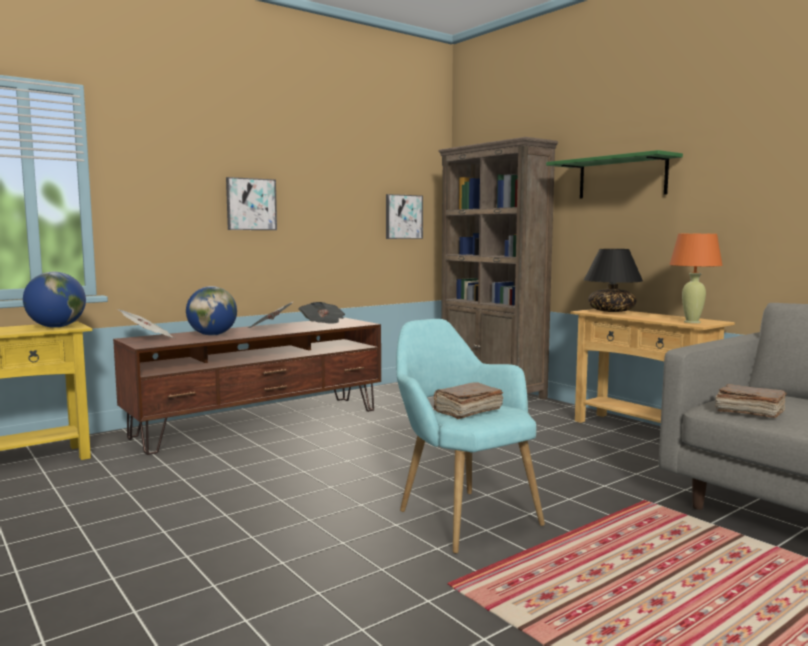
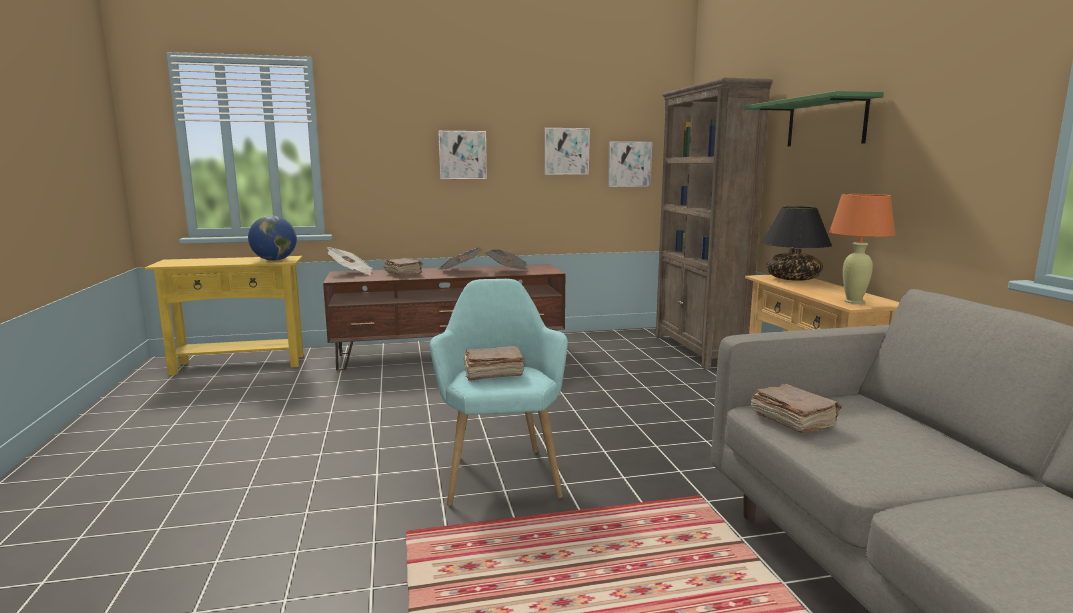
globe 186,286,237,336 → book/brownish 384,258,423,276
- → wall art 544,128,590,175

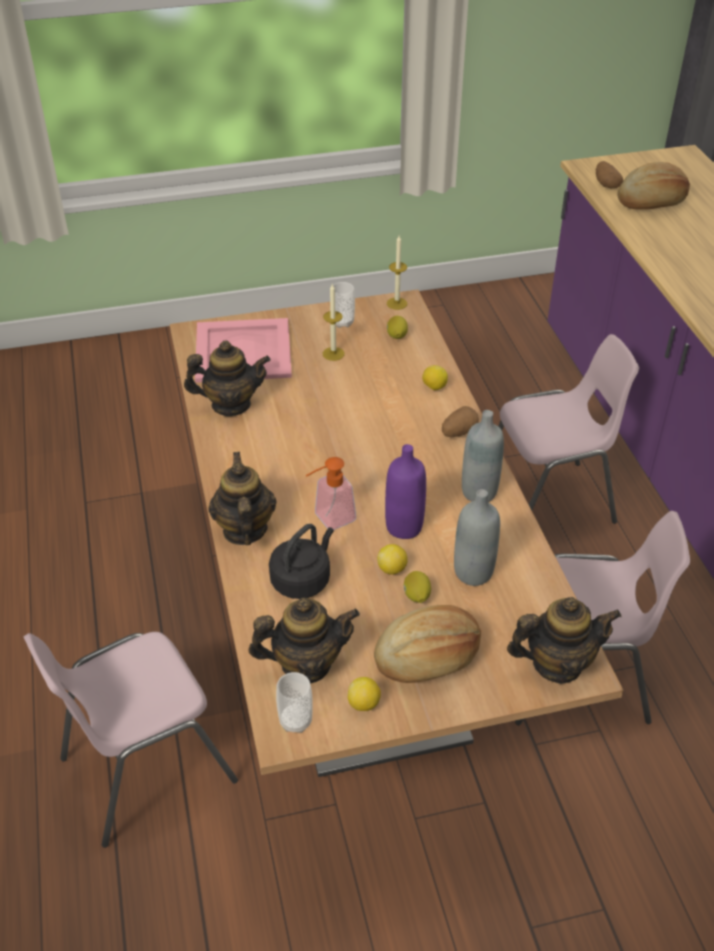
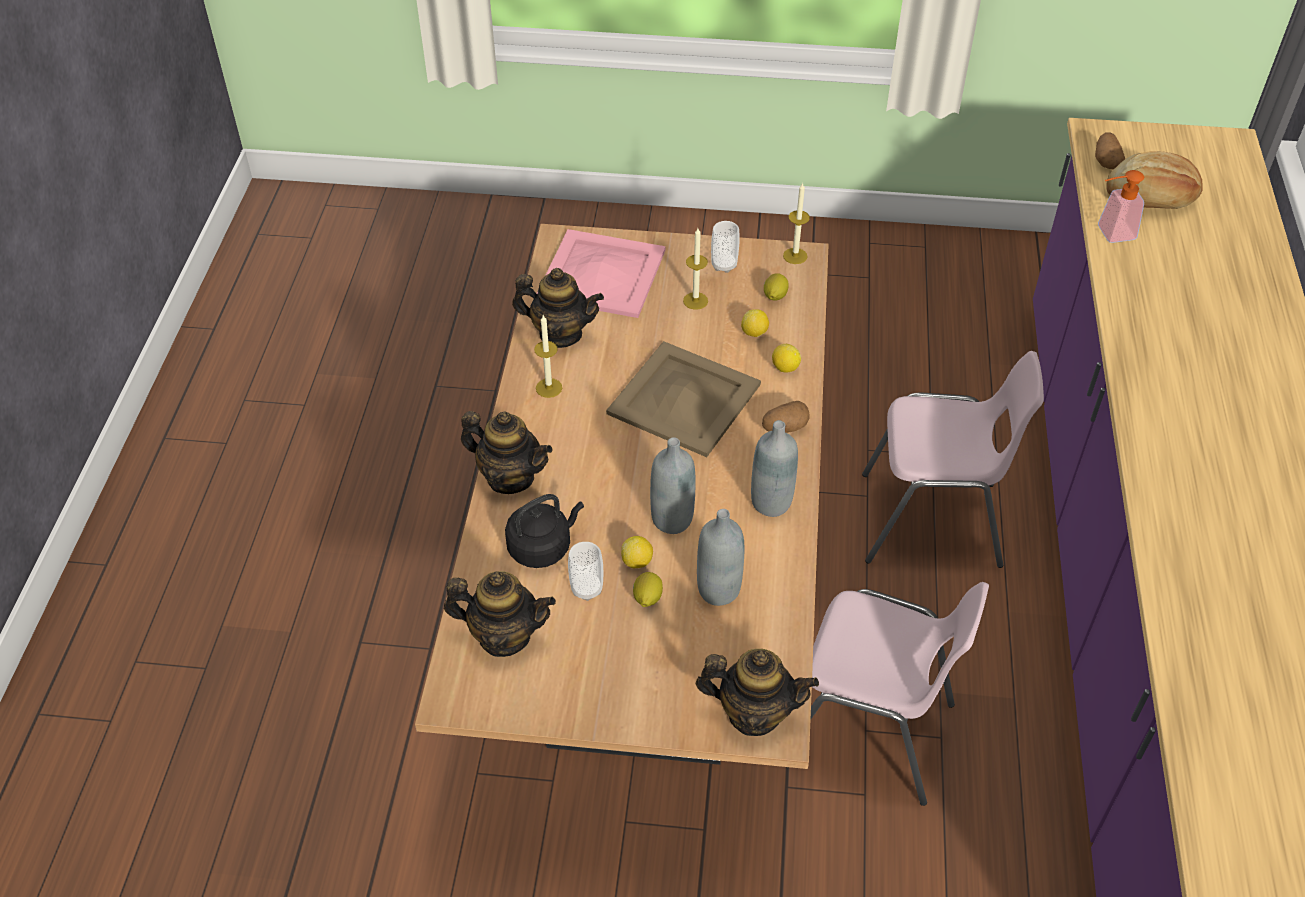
plain chair/pink 24,632,238,848 → -
tea pot 208,452,277,545 → tea pot 461,411,552,494, 105 degrees clockwise
cup 276,672,313,733 → cup 568,542,603,601, move
liquid soap bottle 305,457,356,530 → liquid soap bottle 1098,170,1144,243, move
lemon 348,677,381,711 → lemon 741,309,769,337, move
bread 374,605,481,683 → -
bottle/purple 385,444,426,539 → bottle/greyish 650,437,696,534
- → wax candle 534,315,562,398
- → carrying tray/beige-coloured 606,341,761,457

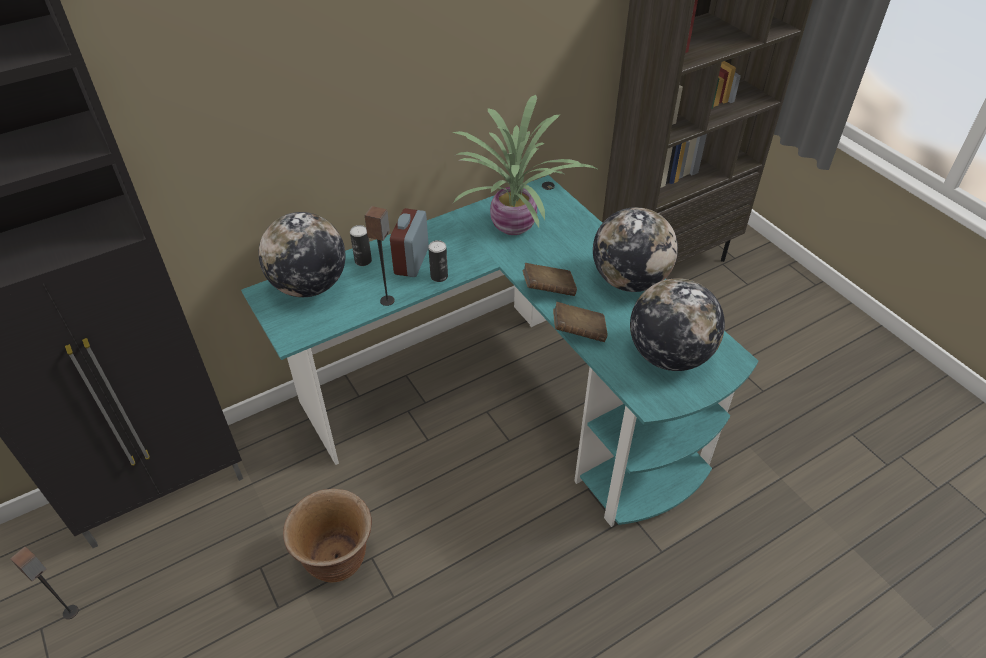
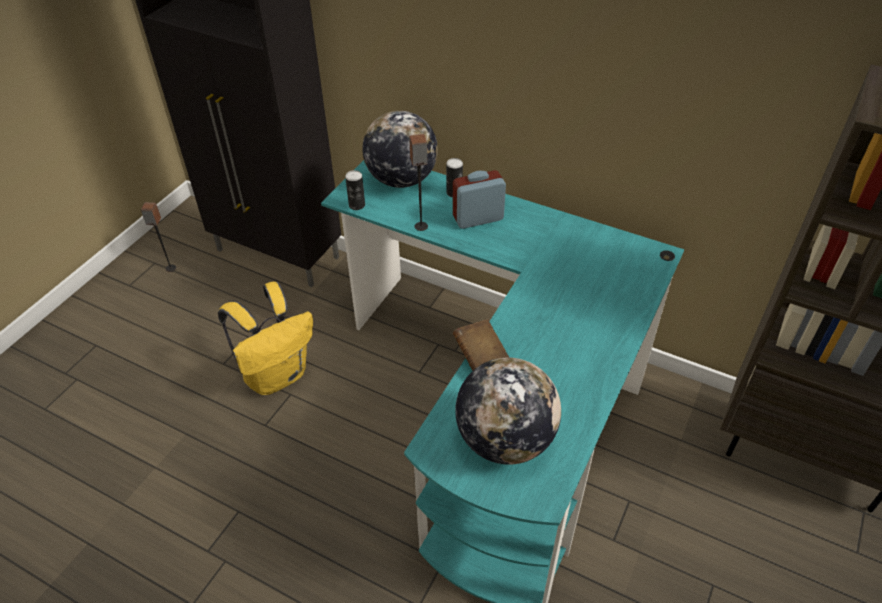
plant pot/brownish 283,489,372,582 → knapsack/yellow 218,282,313,395
metal can 428,240,448,282 → metal can 345,170,365,210, move
houseplant 452,95,599,235 → -
book/brownish 522,263,577,296 → -
globe 593,207,678,292 → -

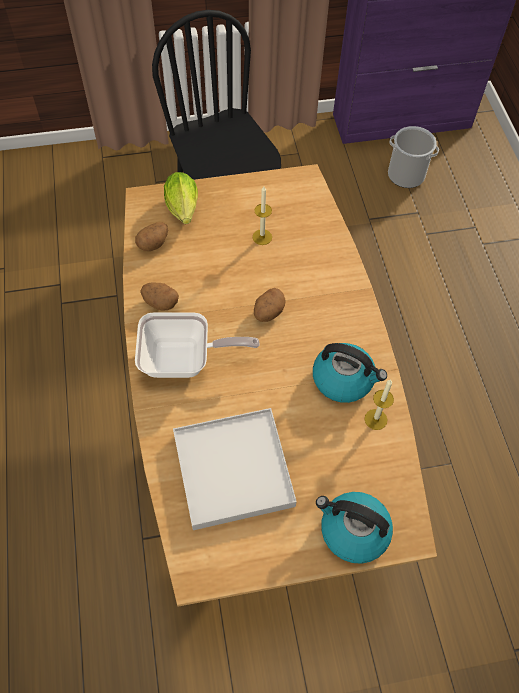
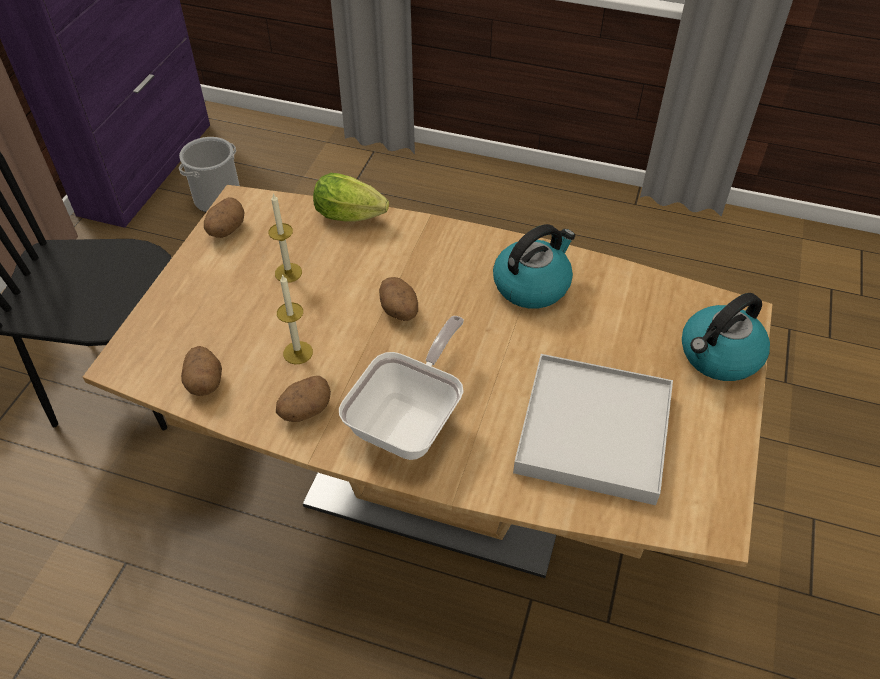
lettuce 164,172,198,224 → lettuce 313,173,389,222, move
wax candle 365,380,394,430 → wax candle 277,274,313,364, move
- → potato 204,197,245,238

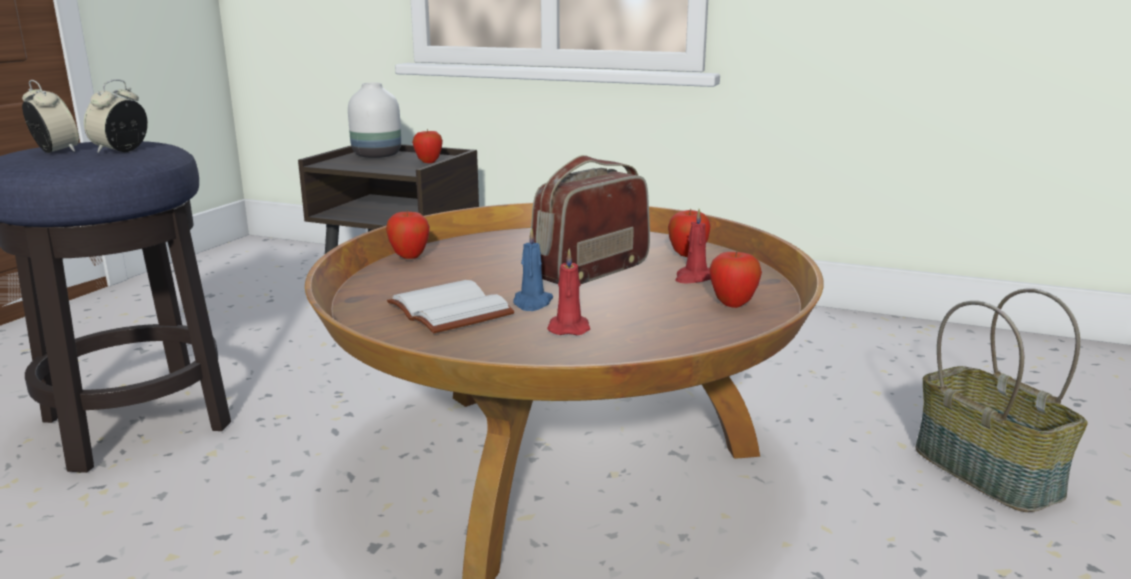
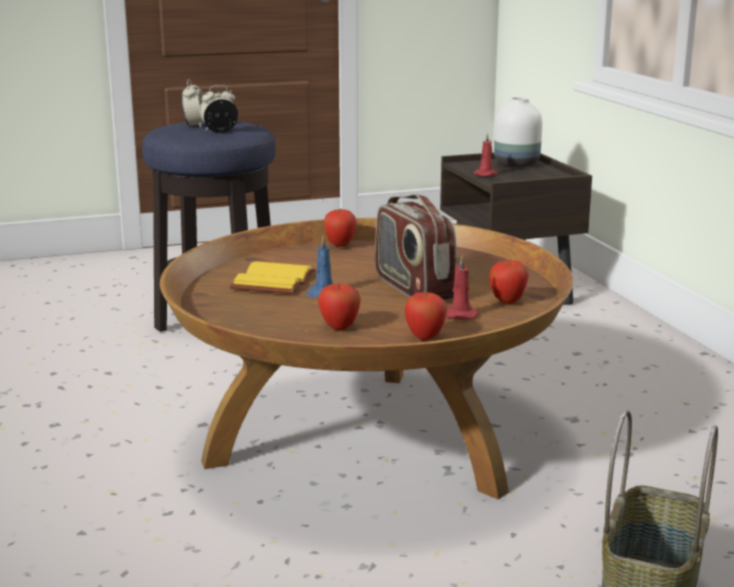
book/white-coloured 387,280,515,334 → book/yellow 230,261,315,294
apple fruit 412,129,443,163 → apple fruit 318,283,361,331, move
radio receiver 531,155,650,285 → radio receiver 375,194,457,300, 120 degrees counterclockwise
wax candle/reddish 547,249,590,335 → wax candle/reddish 474,133,497,177, move

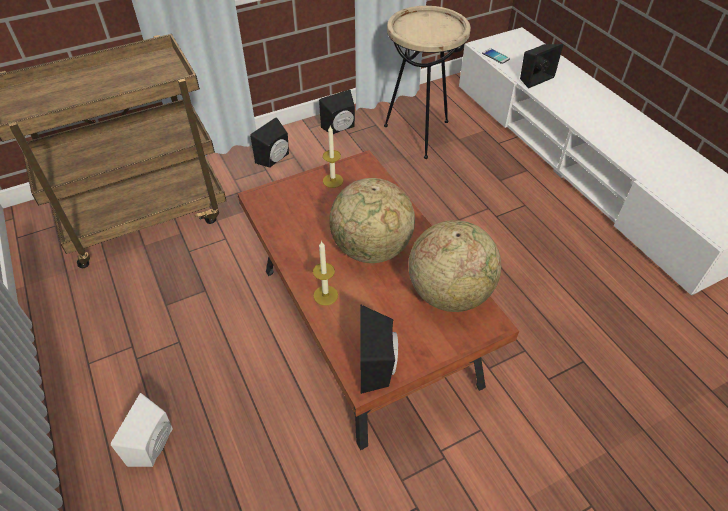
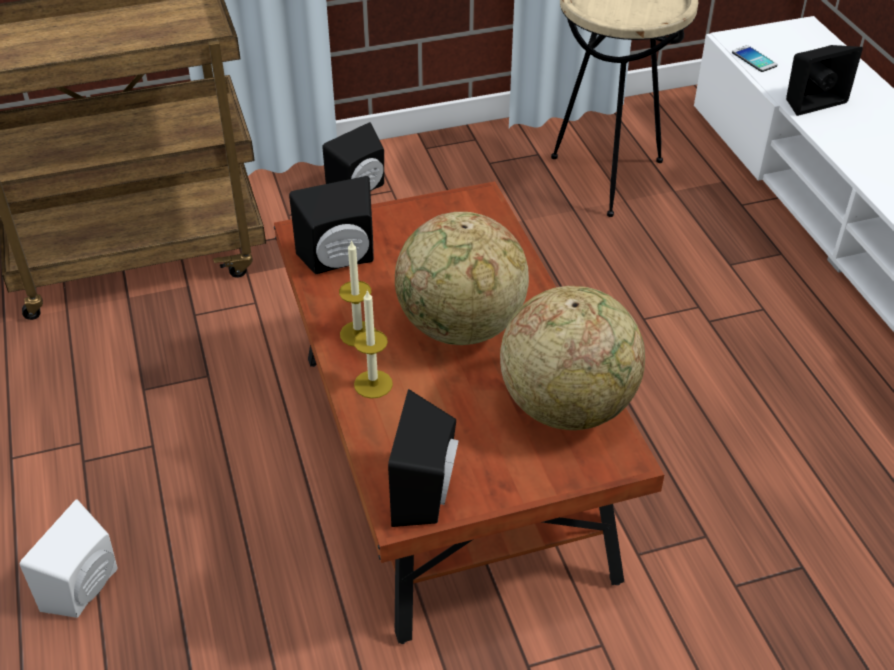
speaker/black 319,90,355,134 → speaker/black 289,176,374,274, move
wax candle 323,126,343,188 → wax candle 339,240,376,347, move

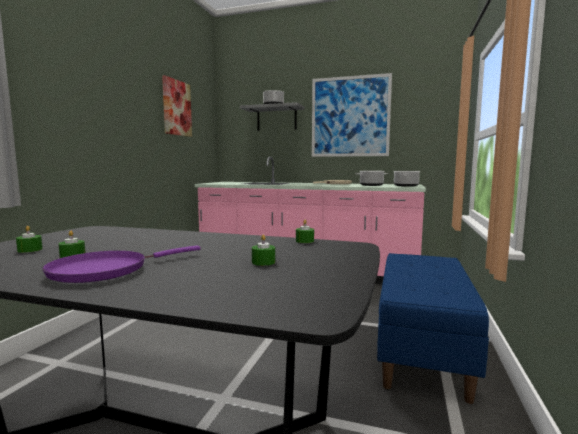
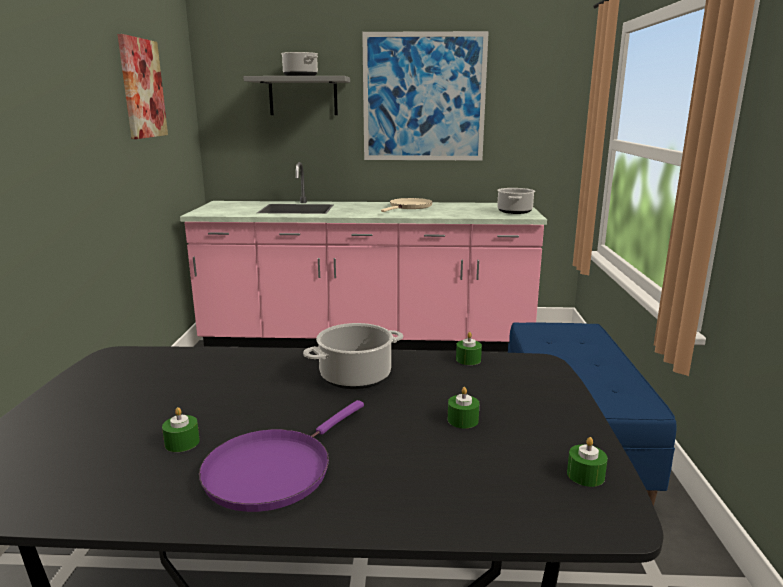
wax candle/green-coloured 16,226,43,253 → wax candle/green-coloured 567,437,608,487, move
cooking pot 355,171,388,186 → cooking pot 303,323,403,389, move

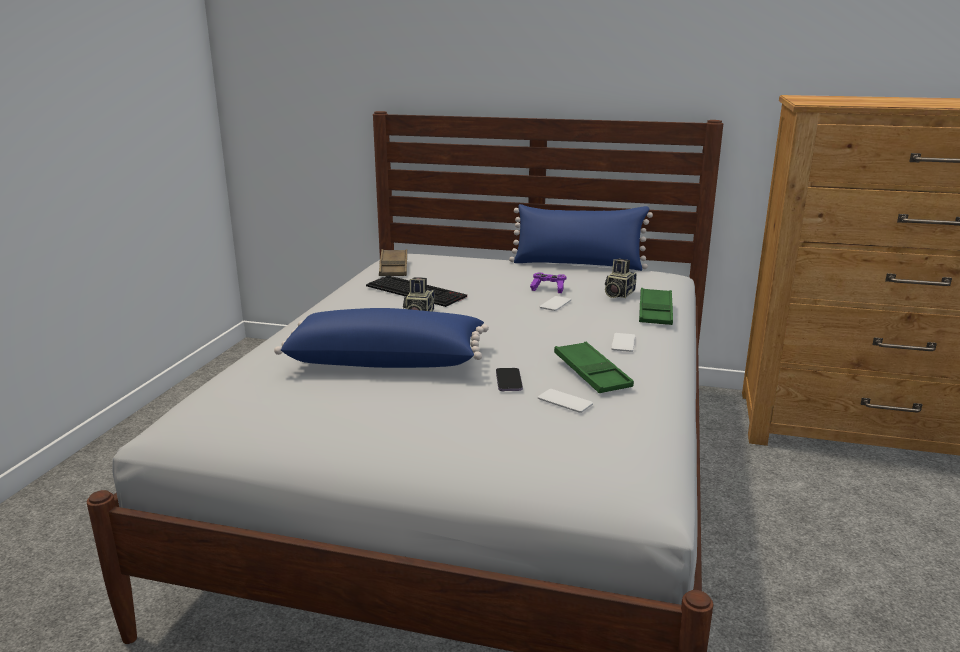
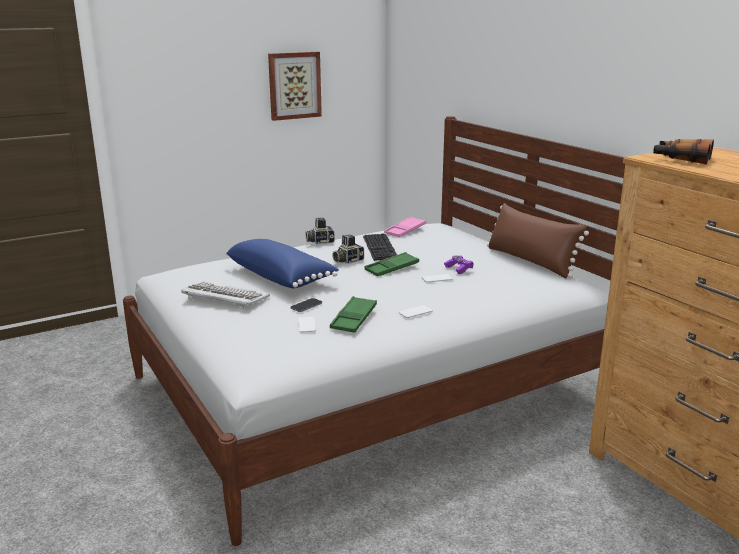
carrying tray/brownish 379,249,407,276 → carrying tray/pink 384,217,426,237
throw pillow/bluish 509,204,653,271 → throw pillow/brownish 487,203,589,279
photo camera 605,259,637,298 → photo camera 306,217,335,244, move
carrying tray/green-coloured 639,288,673,325 → carrying tray/green-coloured 365,252,419,276, move
- → keyboard 181,282,270,309
- → wall art 268,52,322,121
- → pair of binoculars 653,139,714,165

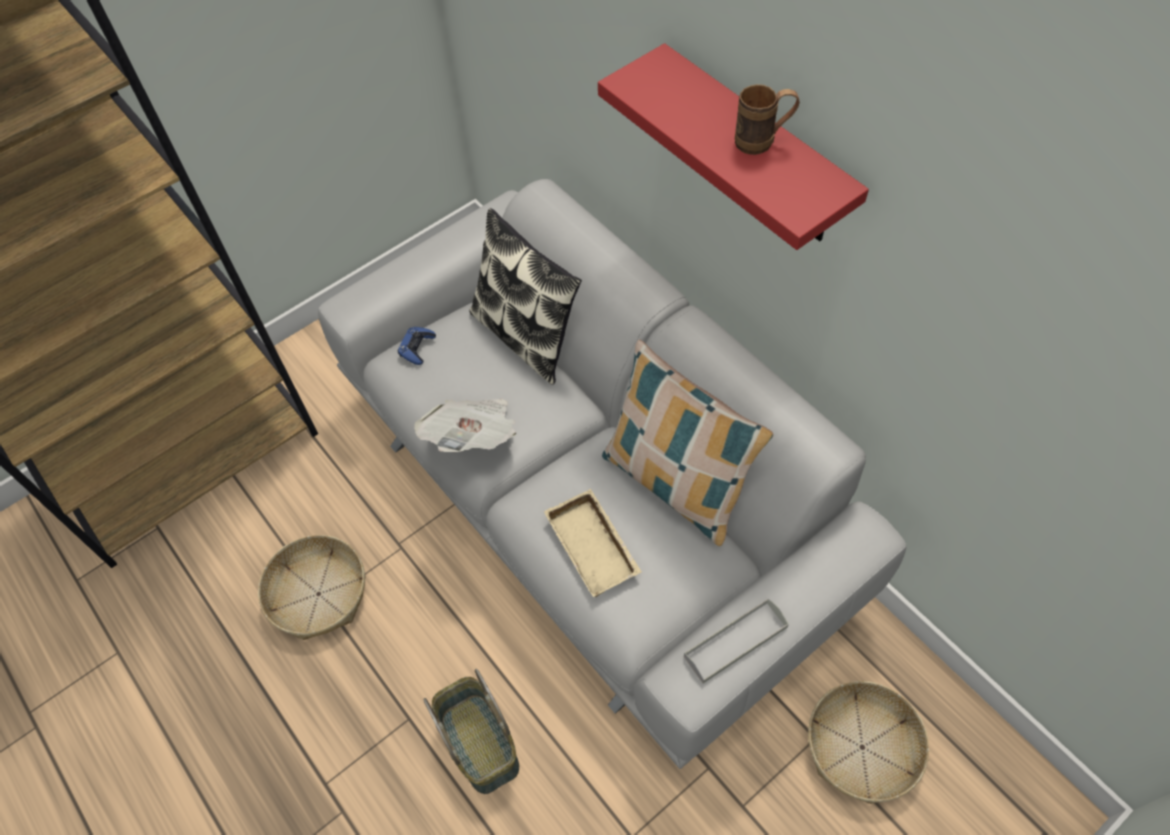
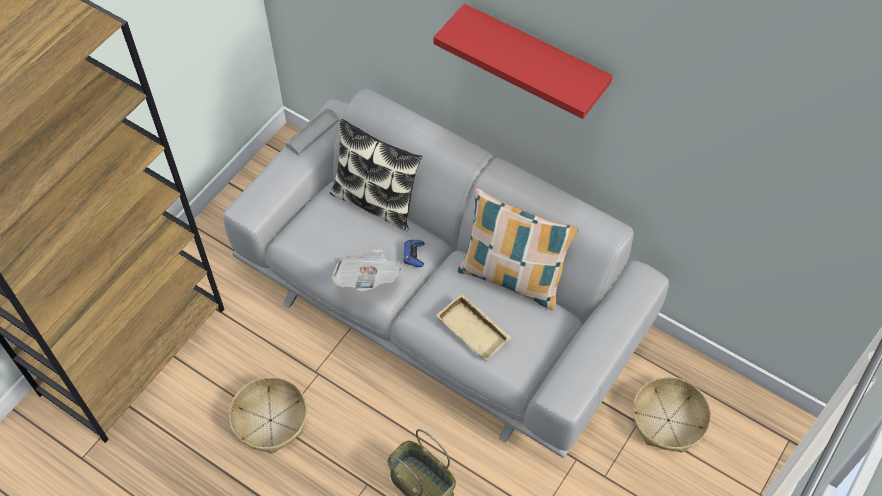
joypad/bluish 398,327,436,365 → joypad/bluish 403,240,425,267, move
carrying tray/greyish 684,598,789,683 → carrying tray/greyish 285,108,340,156, move
coffee mug/brownish 735,84,800,155 → -

